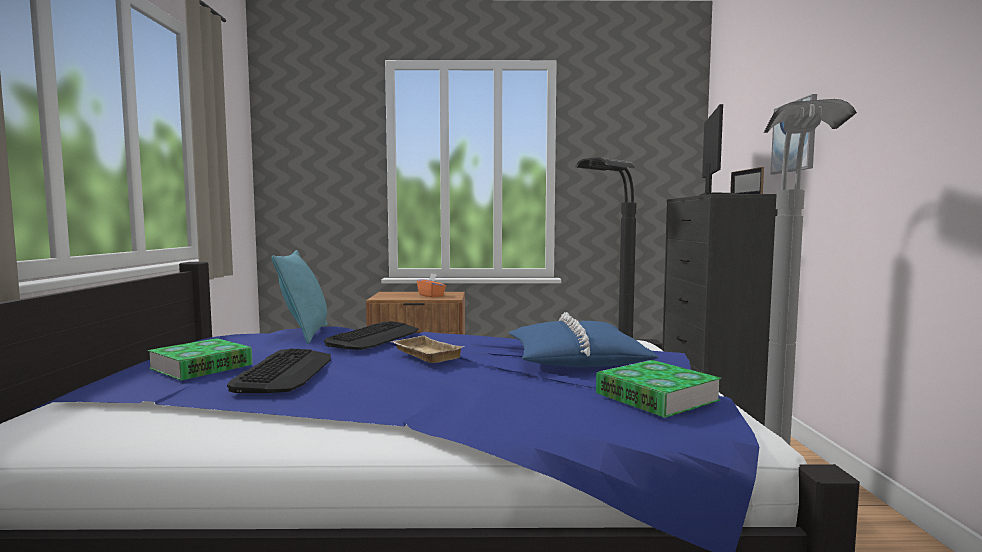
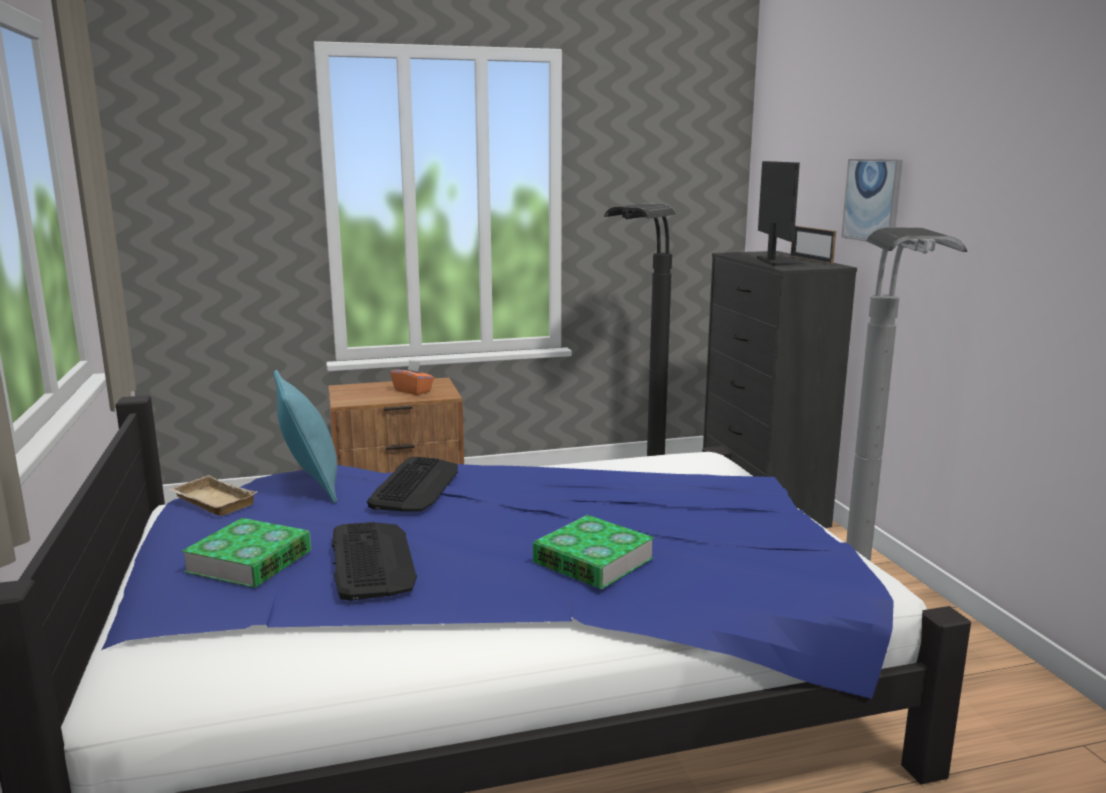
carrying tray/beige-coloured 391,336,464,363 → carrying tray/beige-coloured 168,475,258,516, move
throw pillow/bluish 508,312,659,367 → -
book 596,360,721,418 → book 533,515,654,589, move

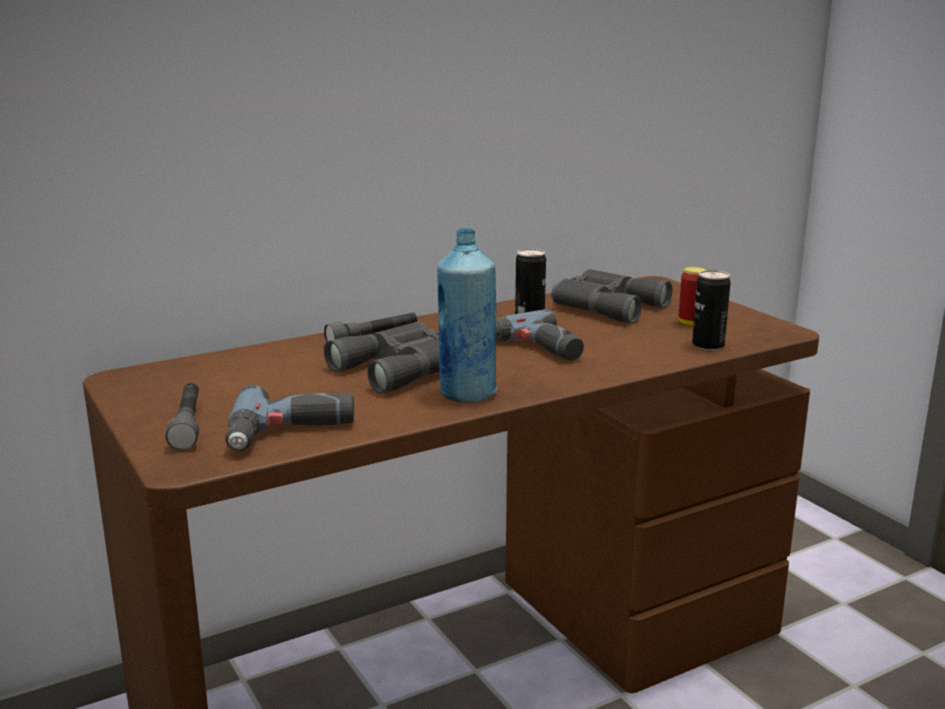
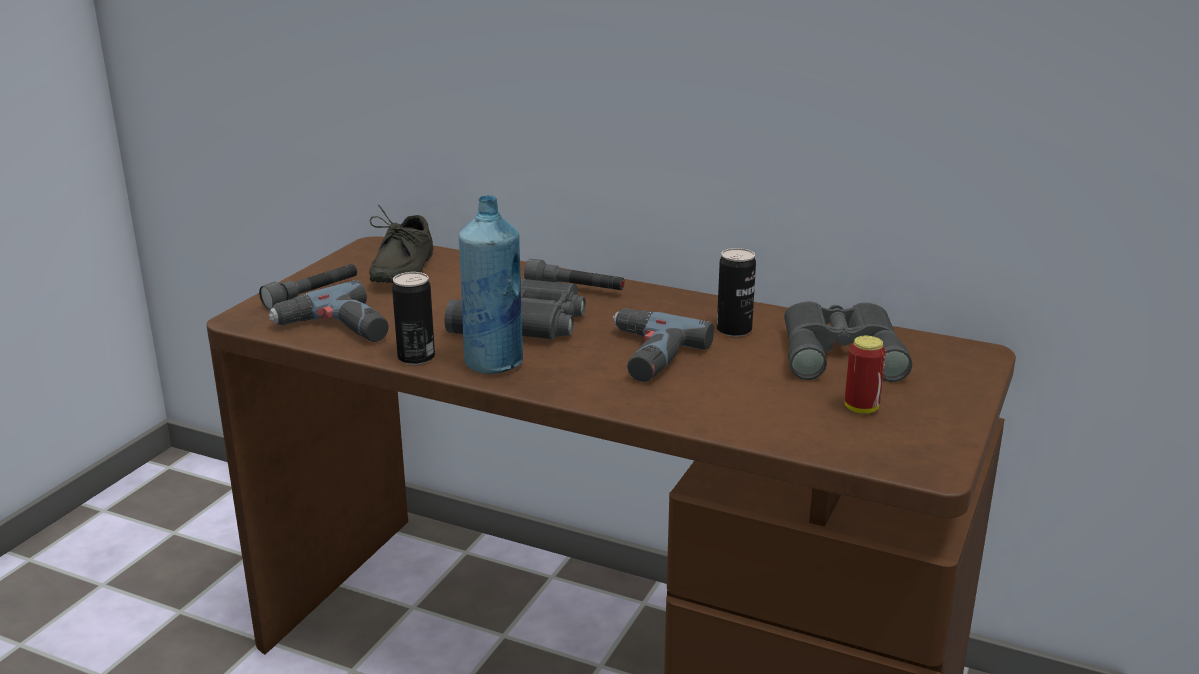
metal can 692,270,731,350 → metal can 392,272,435,365, move
- → item of footwear/greyish 369,204,433,283

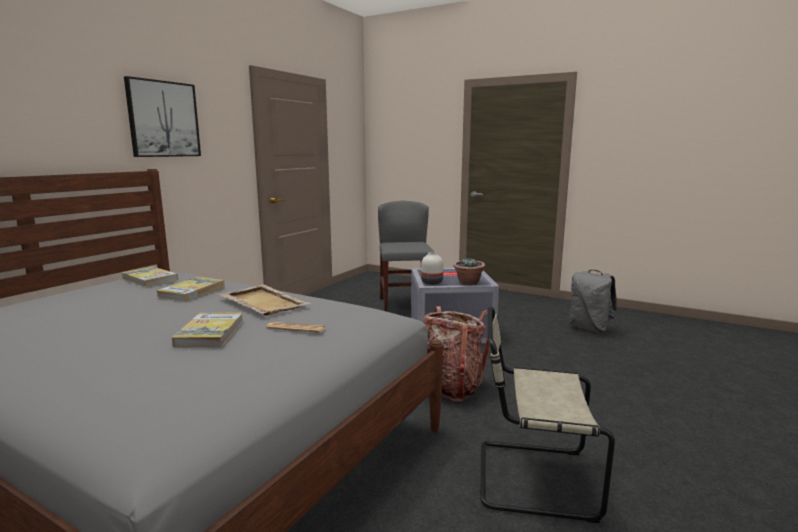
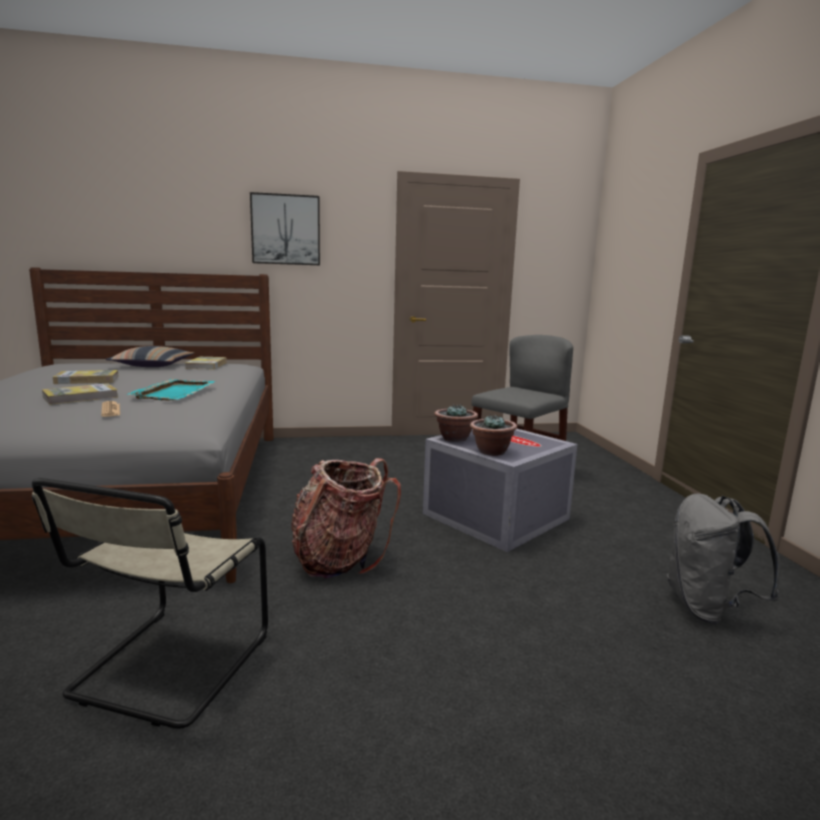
book 156,277,225,302 → book 53,370,119,384, move
carrying tray/beige-coloured 219,285,311,316 → carrying tray/turquoise 127,379,216,401
flower vase/white-coloured 421,252,444,285 → houseplant 434,404,478,442
plain chair/beige-coloured 480,306,615,523 → plain chair/beige-coloured 32,478,268,729, 135 degrees counterclockwise
- → throw pillow 106,346,194,367

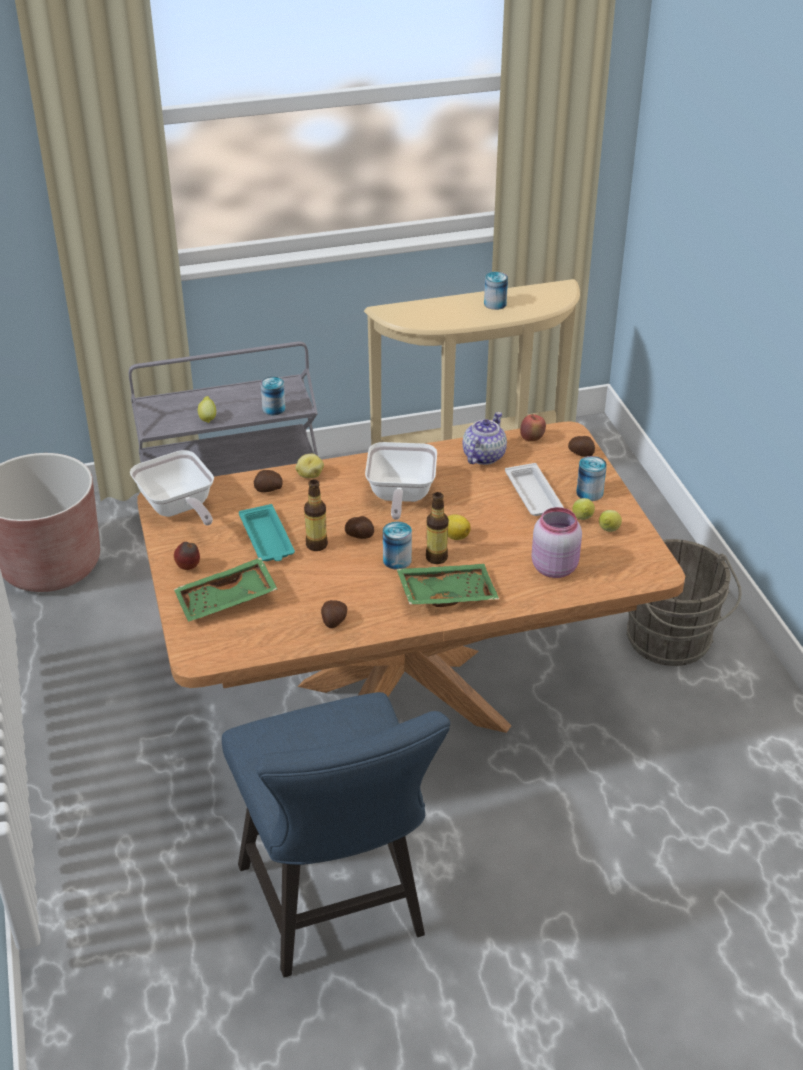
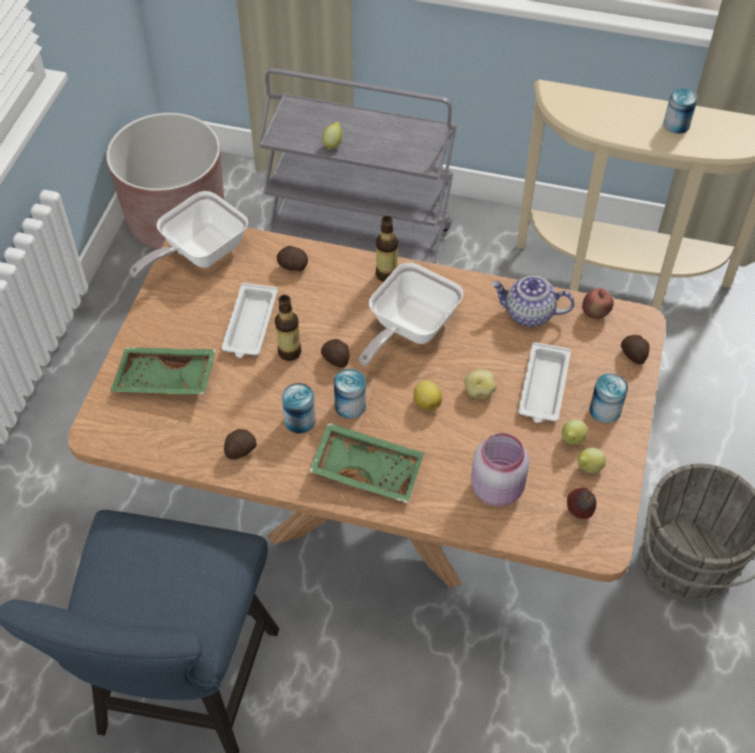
frying pan 130,450,214,526 → frying pan 129,191,248,278, 45 degrees clockwise
apple fruit 174,542,200,570 → apple fruit 567,488,596,519, move
carrying tray/turquoise 239,504,295,561 → carrying tray/white-coloured 221,283,278,358
metal can 261,377,286,415 → metal can 282,383,316,433, move
potato 295,454,324,478 → potato 464,369,496,399, move
bottle 426,492,449,564 → bottle 376,216,398,282, move
tea pot 463,412,507,465 → tea pot 491,276,574,327, 135 degrees counterclockwise

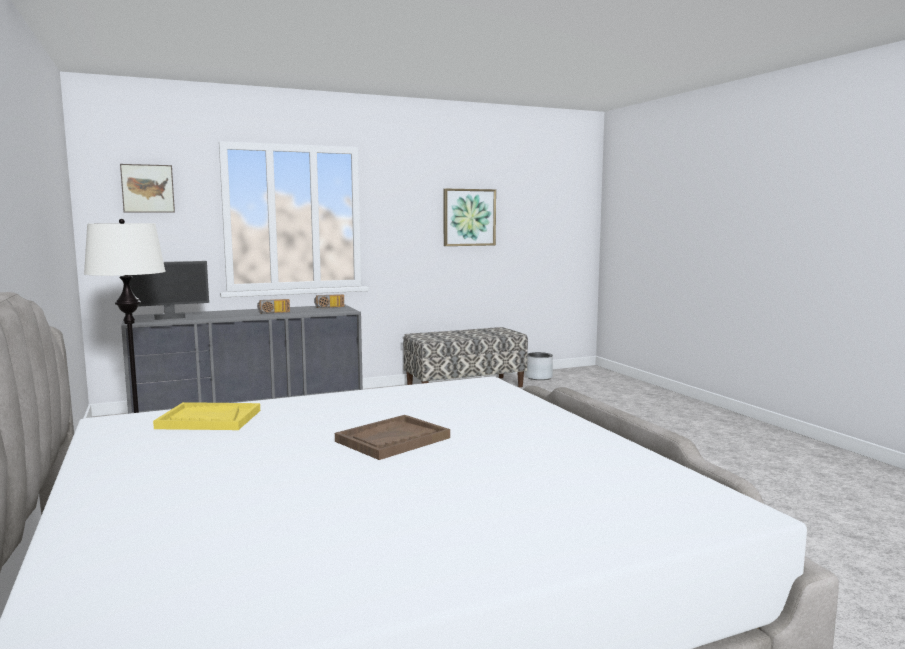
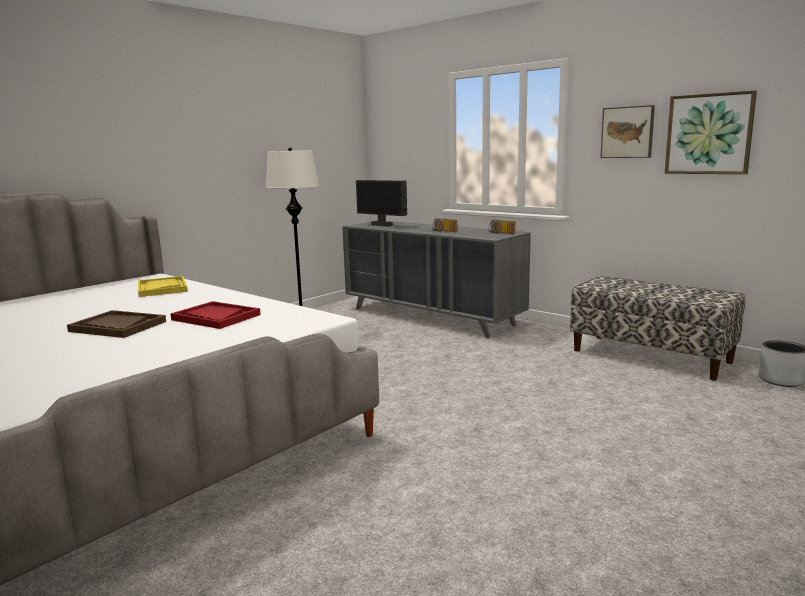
wall art 120,164,175,213 → wall art 600,105,655,158, move
- → carrying tray/reddish 171,301,261,329

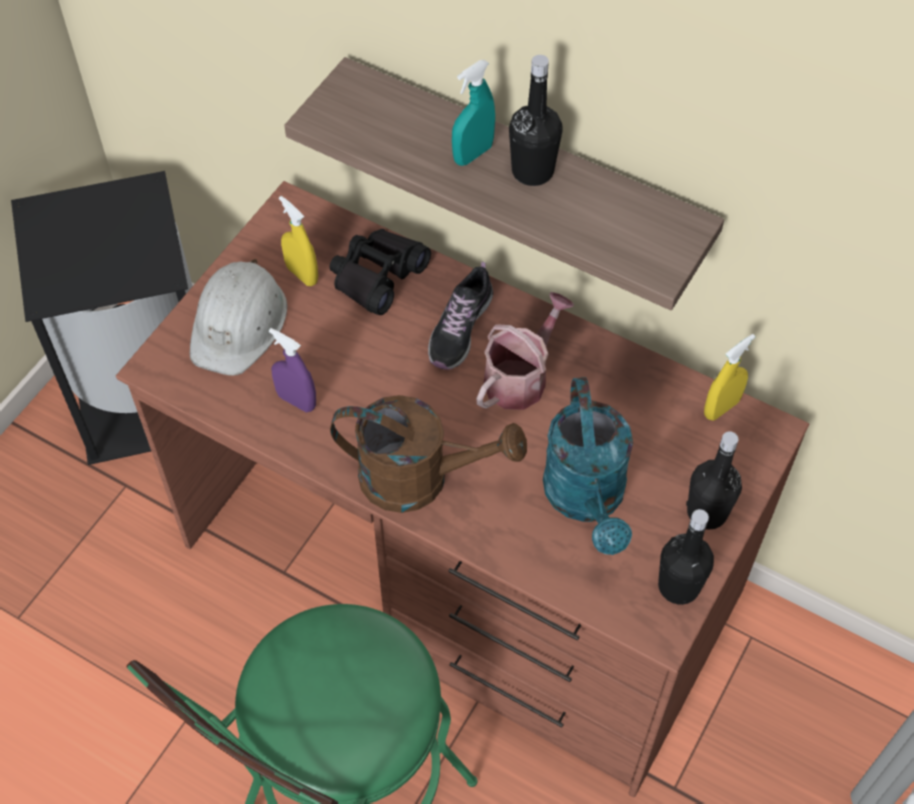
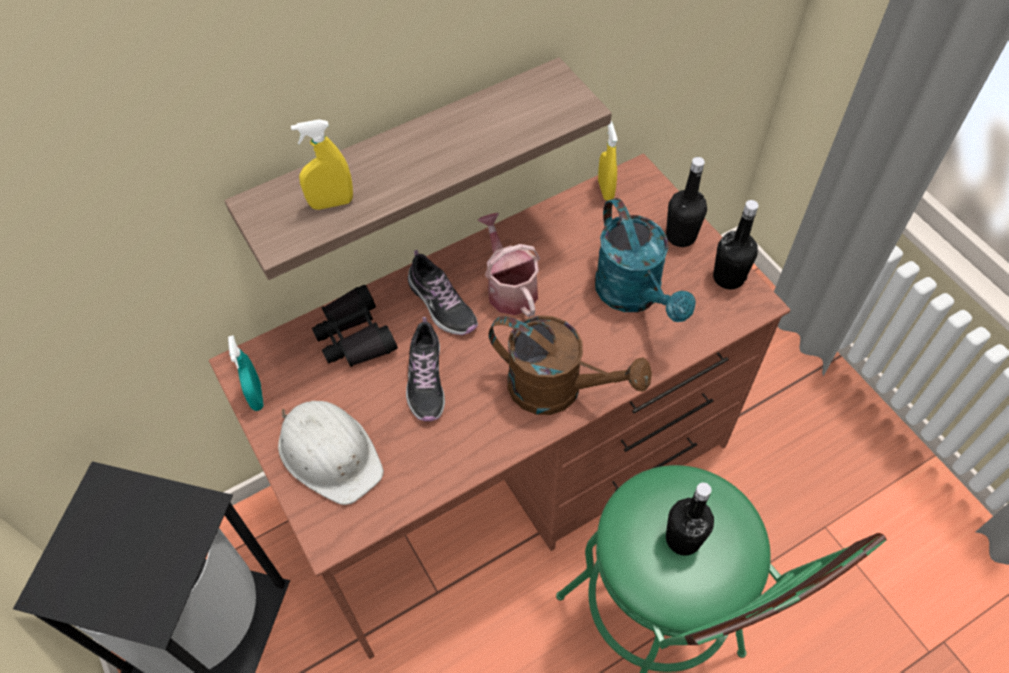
hand sprayer/purple 269,328,316,412 → -
hand sprayer/yellow 279,196,318,286 → hand sprayer/yellow 291,119,353,210, move
watering pot/brownish 330,395,527,513 → watering pot/brownish 488,315,652,415, 75 degrees clockwise
hand sprayer/turquoise 452,60,495,166 → hand sprayer/turquoise 228,335,264,411, move
bottle/black 509,55,562,186 → bottle/black 666,483,714,556, move
watering pot/turquoise 543,377,633,555 → watering pot/turquoise 595,198,696,322, 45 degrees clockwise
- → item of footwear 406,317,445,421

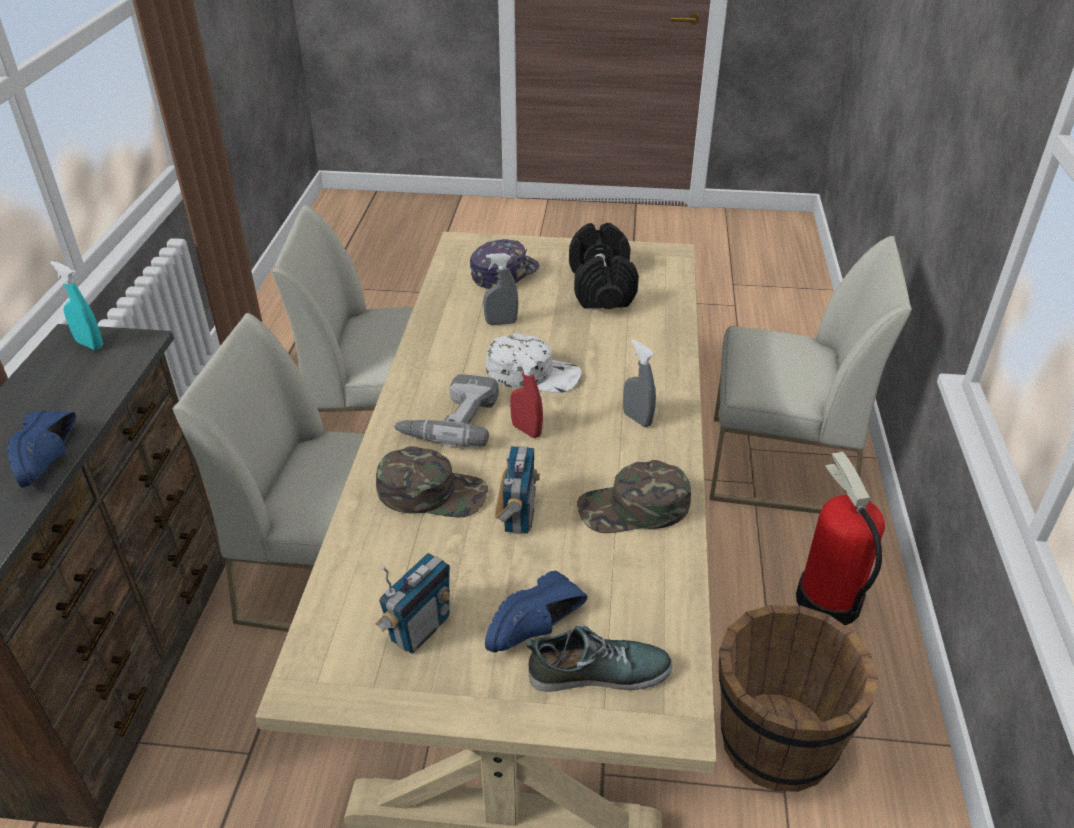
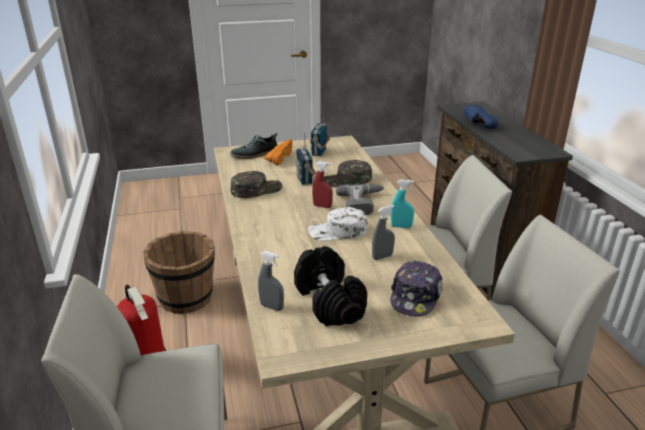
hand sprayer/turquoise 50,261,103,350 → hand sprayer/turquoise 391,180,414,228, move
item of footwear/bluish 485,570,588,652 → item of footwear/orange-coloured 264,139,293,166
hand sprayer/greyish 623,339,656,427 → hand sprayer/greyish 258,251,284,311, move

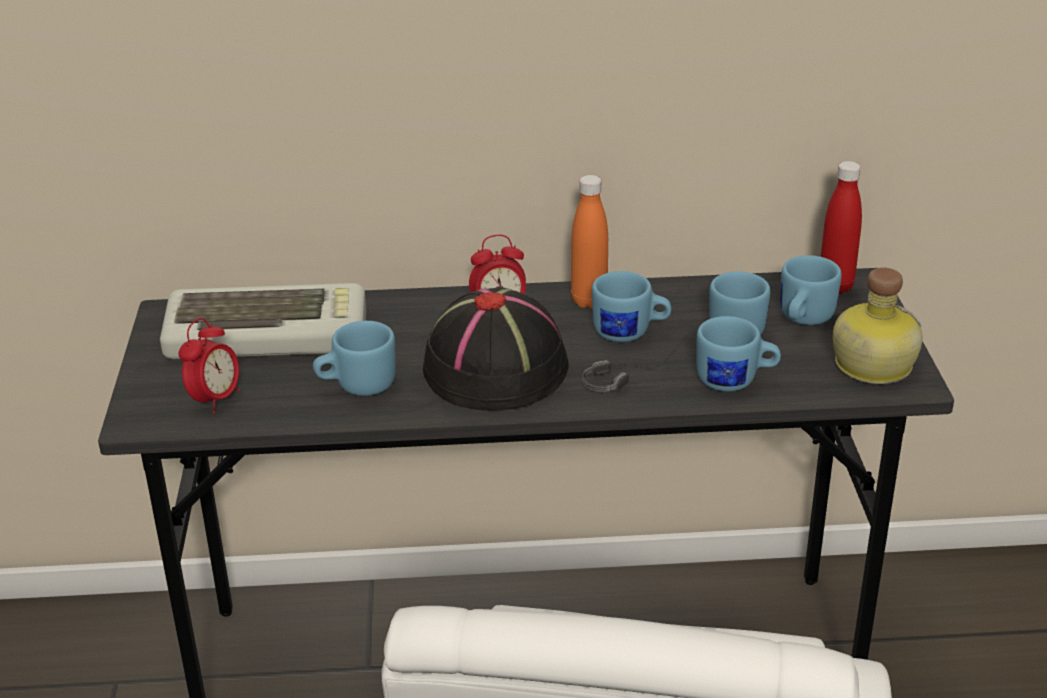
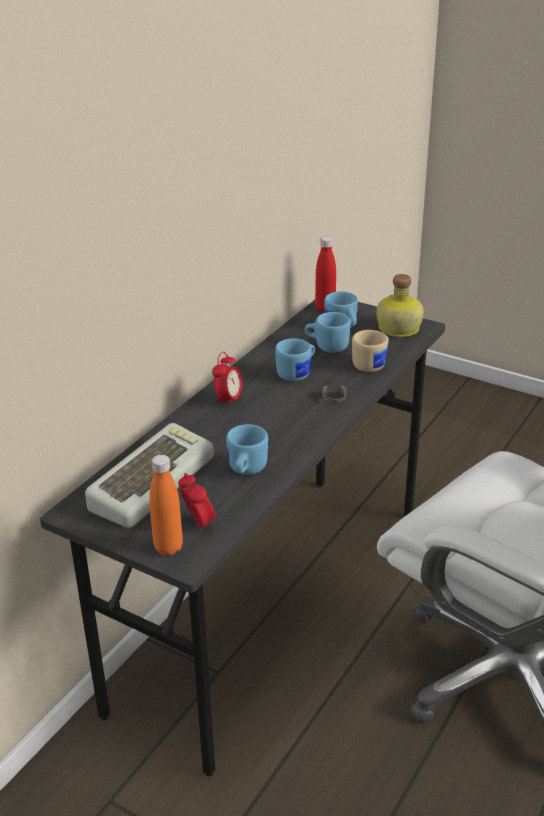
hat/black 423,286,569,411 → -
bottle/orange-coloured 571,175,608,309 → bottle/orange-coloured 149,455,183,555, move
coffee mug/bluish 697,316,781,392 → coffee mug/beige-coloured 352,330,389,372

